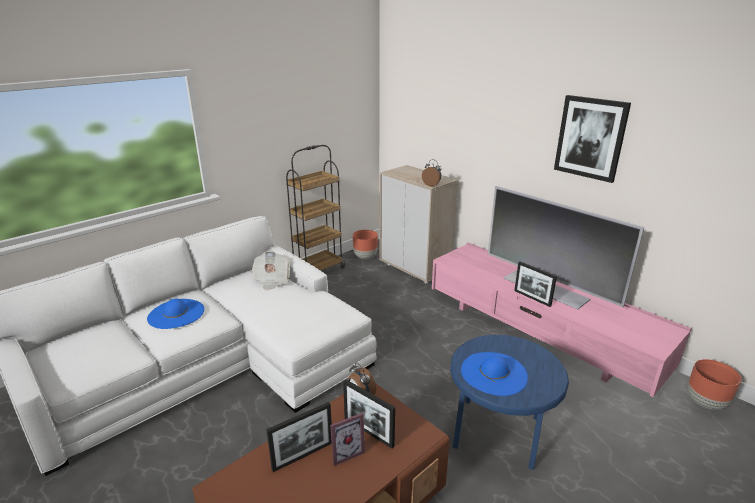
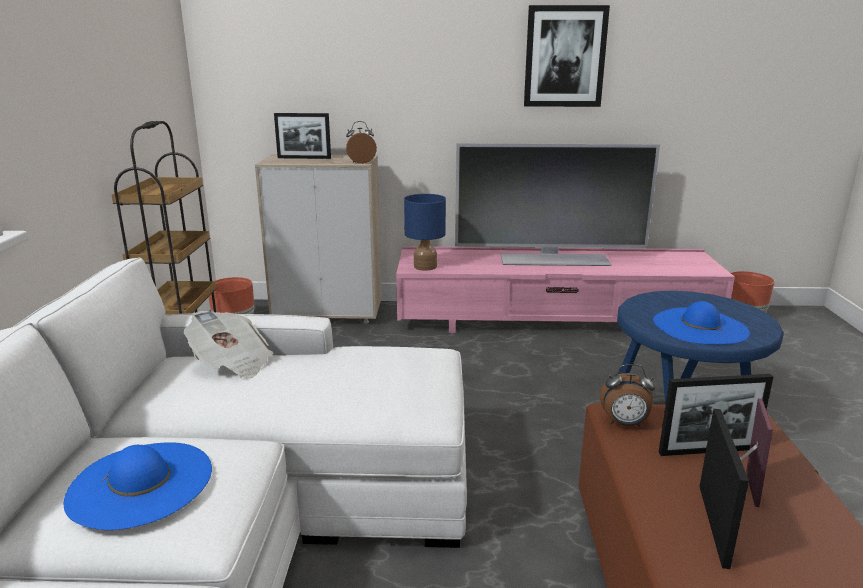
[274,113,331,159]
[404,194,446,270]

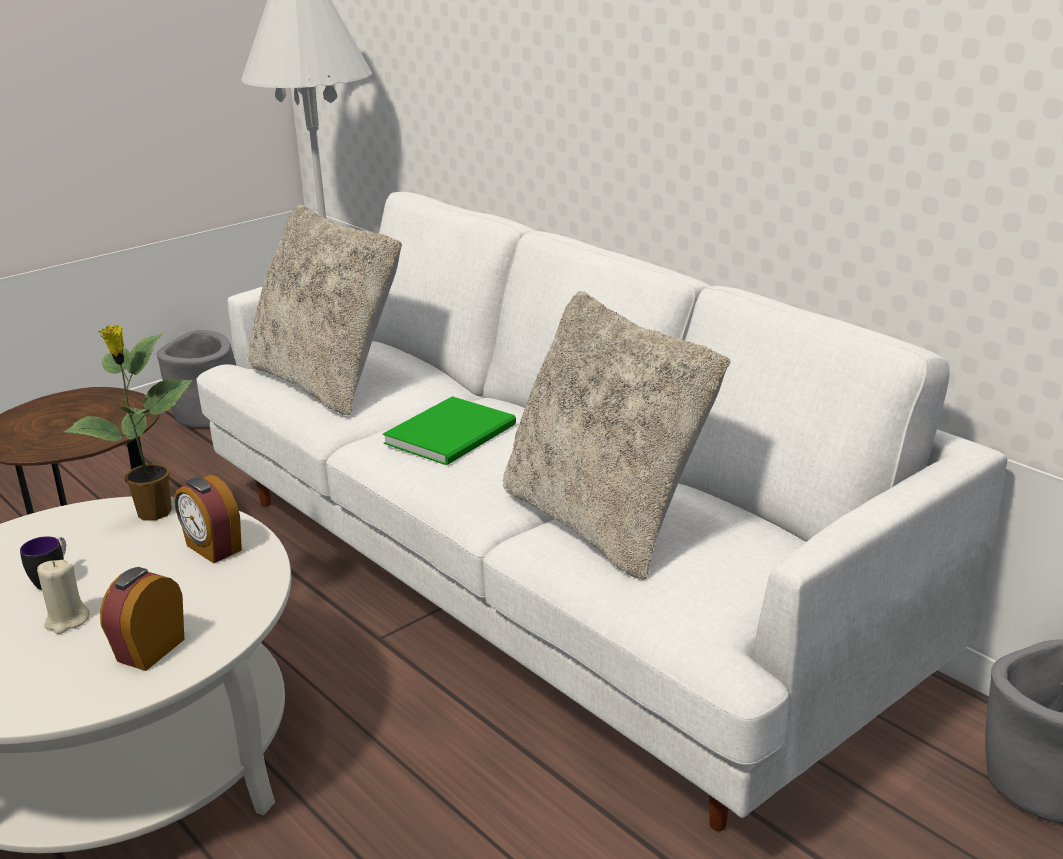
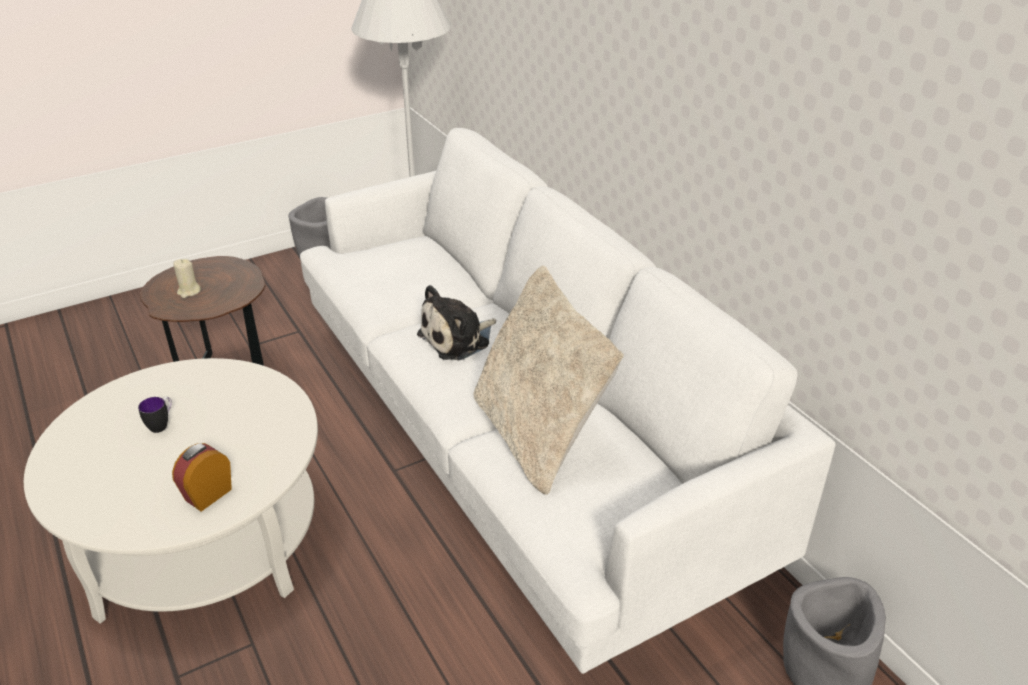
[173,259,201,298]
[417,285,496,360]
[64,325,193,520] (first image)
[174,475,242,563] (first image)
[247,205,402,415] (first image)

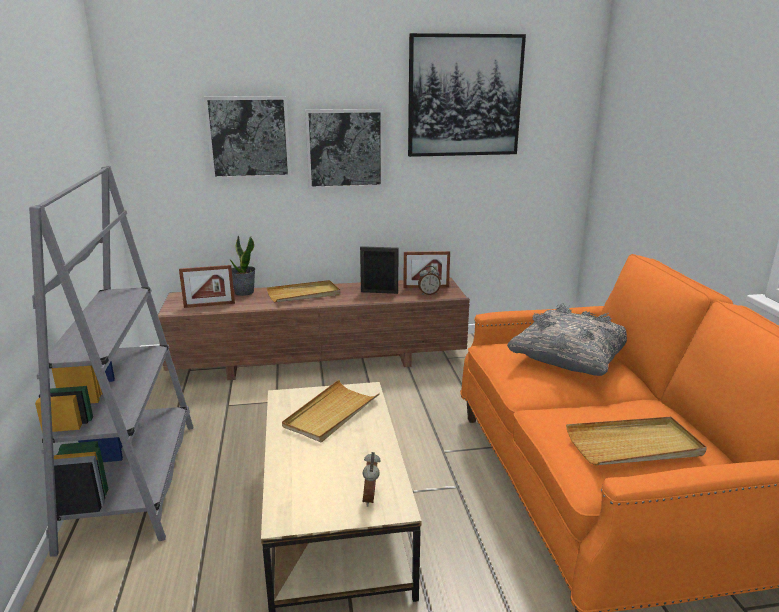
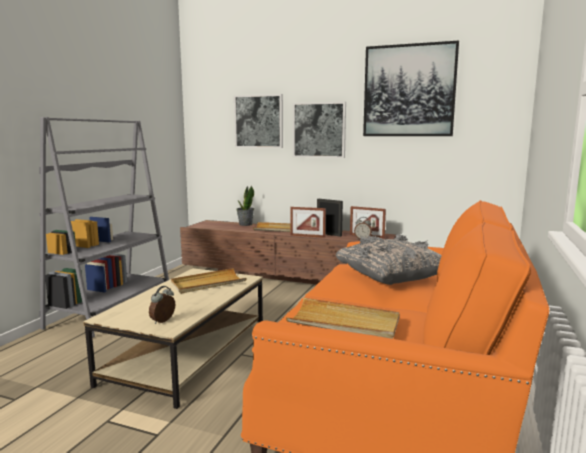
[290,207,326,238]

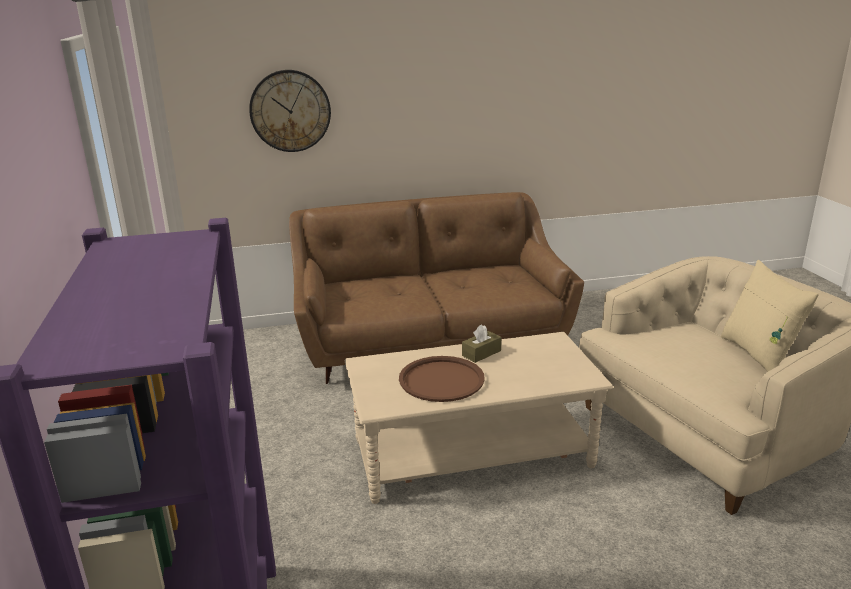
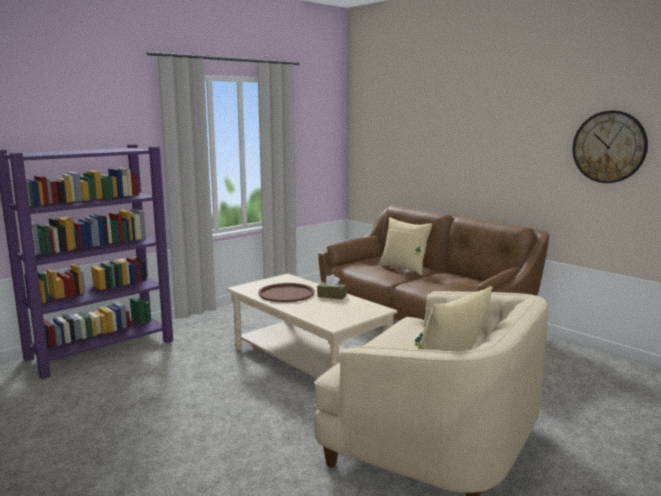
[379,217,432,276]
[572,110,648,183]

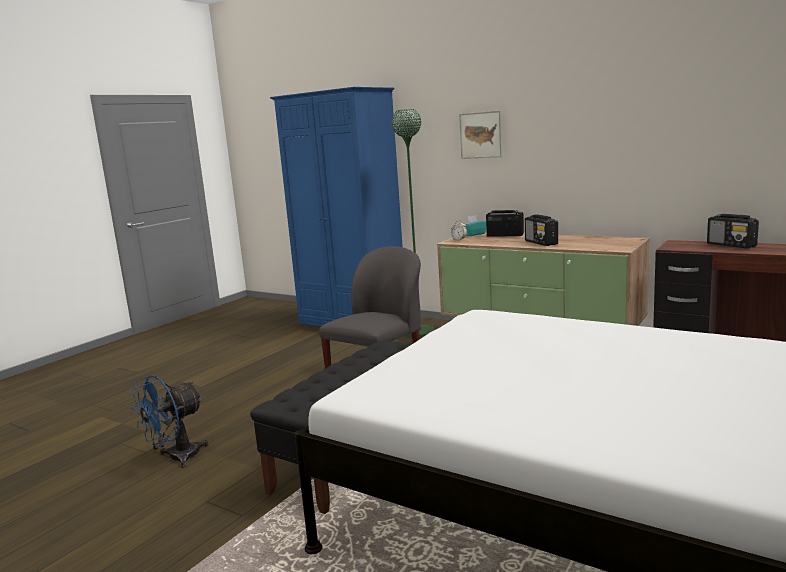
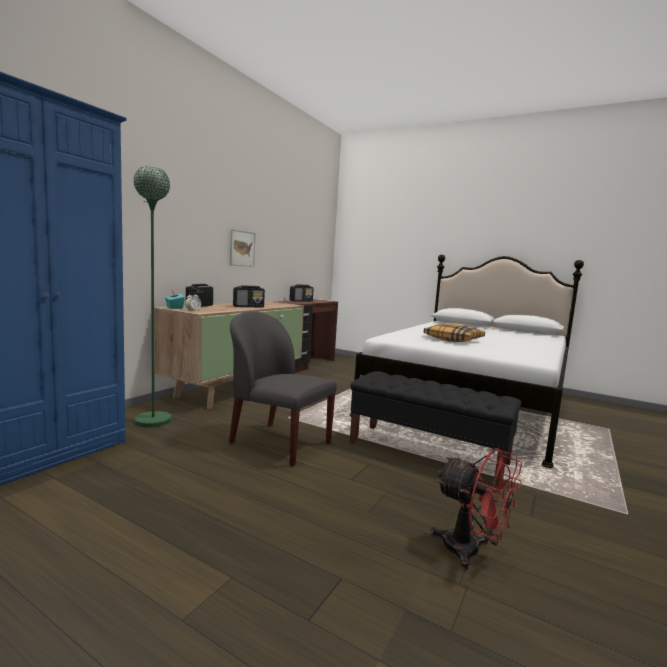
[230,229,255,267]
[424,323,485,342]
[431,448,522,570]

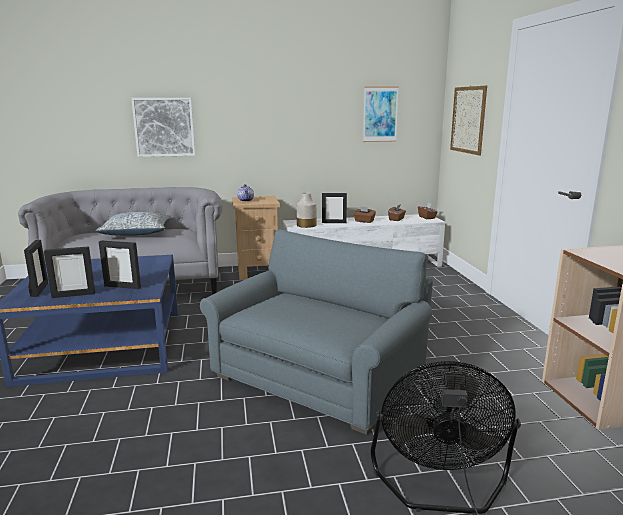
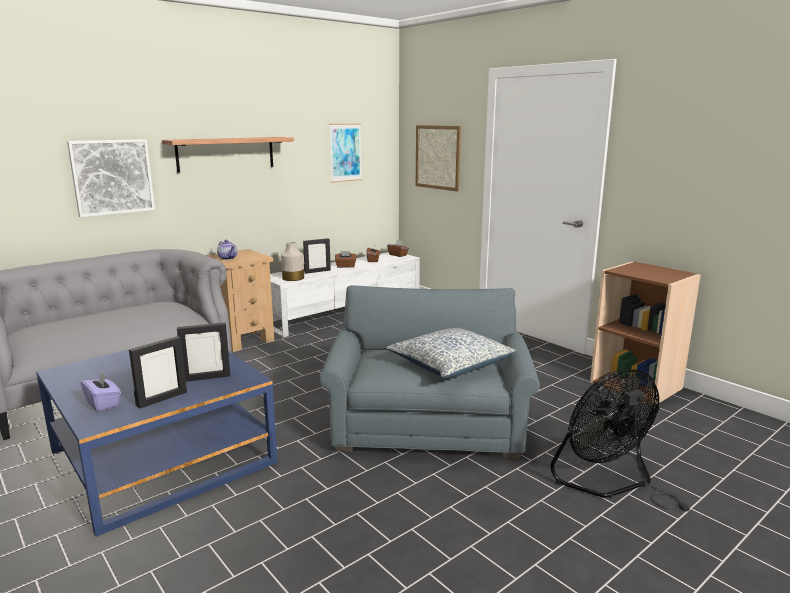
[81,372,121,412]
[162,137,294,173]
[387,328,517,379]

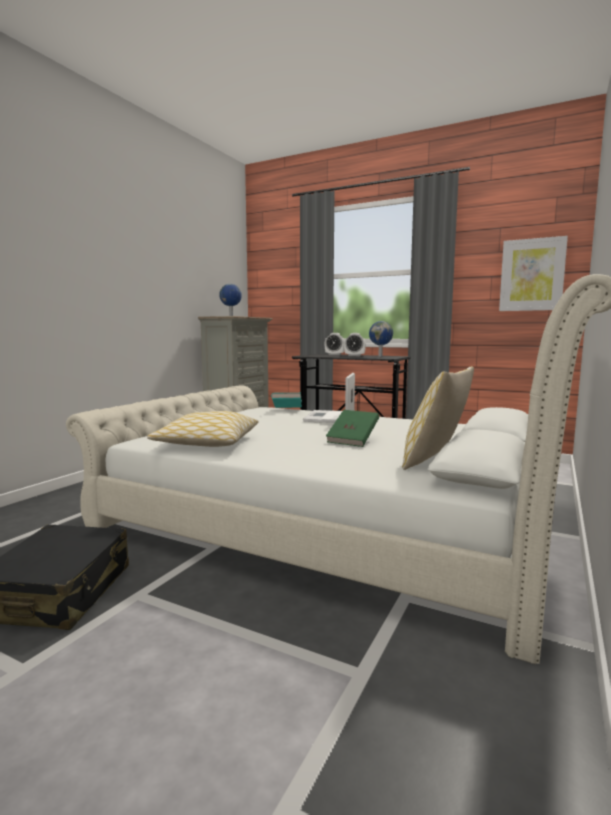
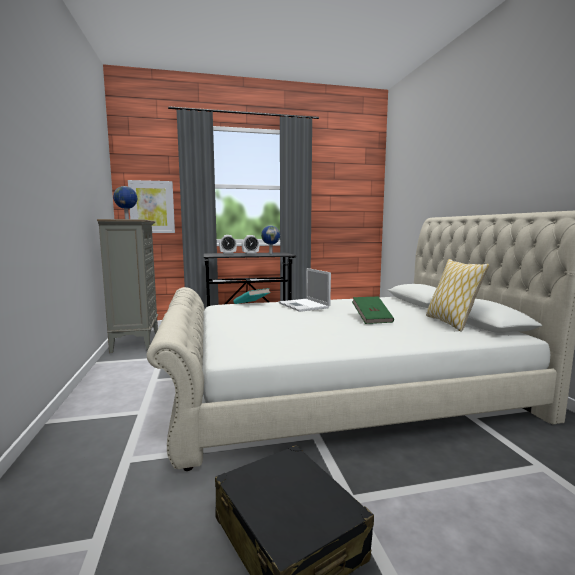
[128,180,175,233]
[147,411,259,447] (first image)

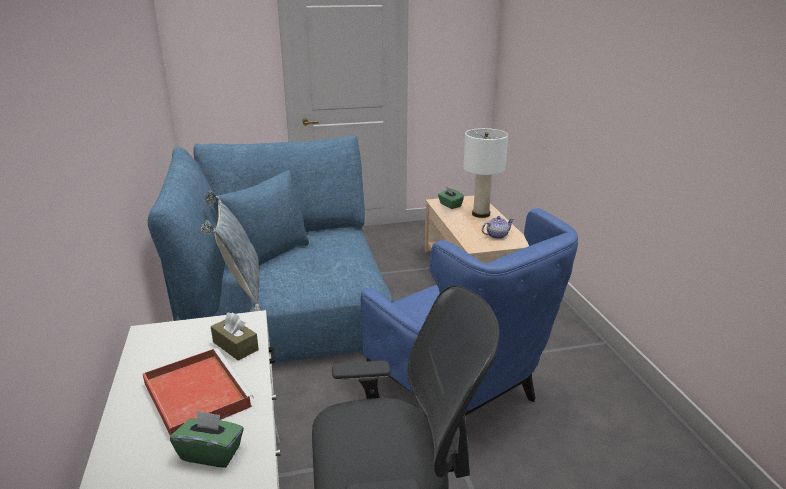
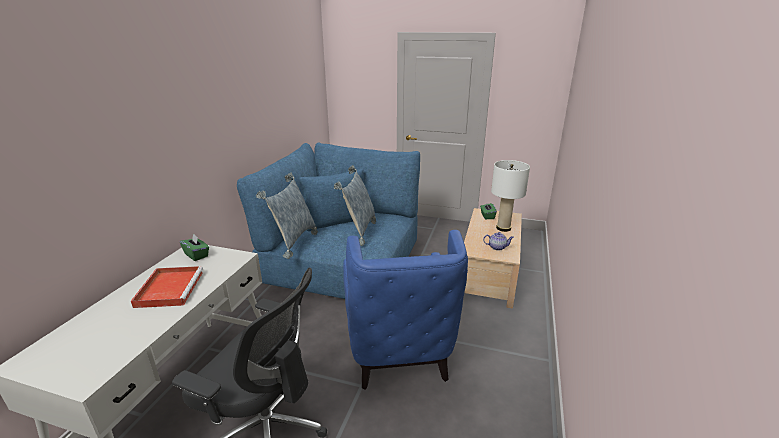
[180,234,209,261]
[334,165,376,246]
[211,312,259,361] (first image)

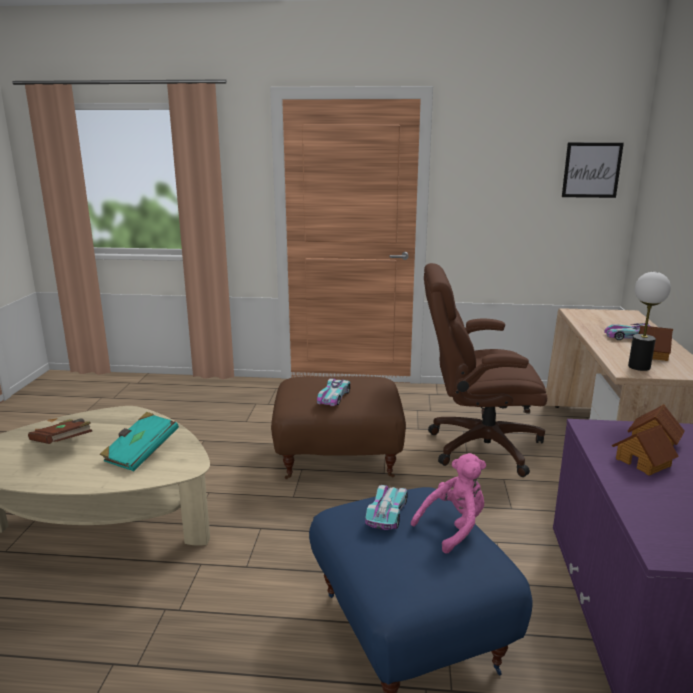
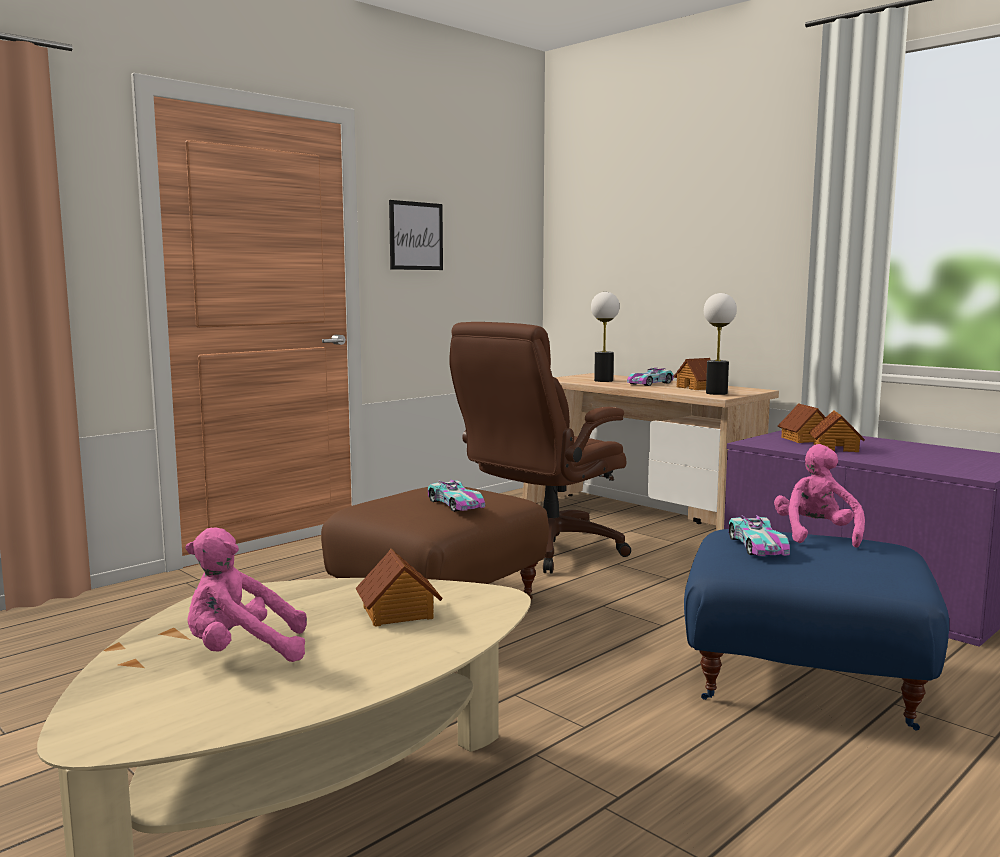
[186,527,307,662]
[355,549,443,627]
[389,200,443,270]
[591,292,620,382]
[729,515,790,556]

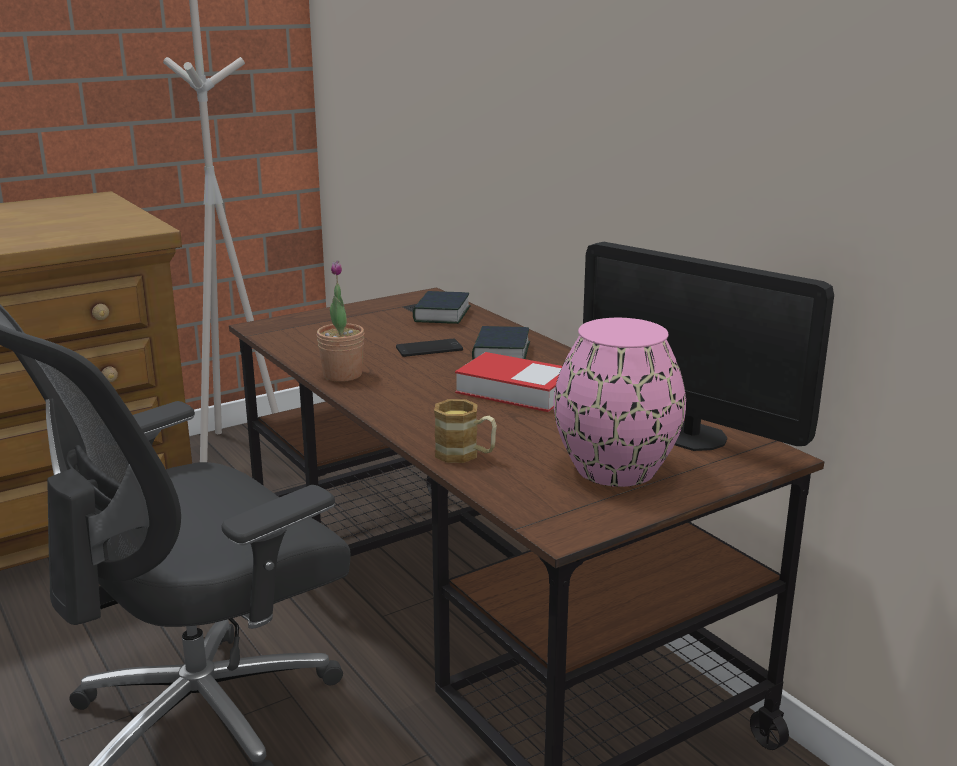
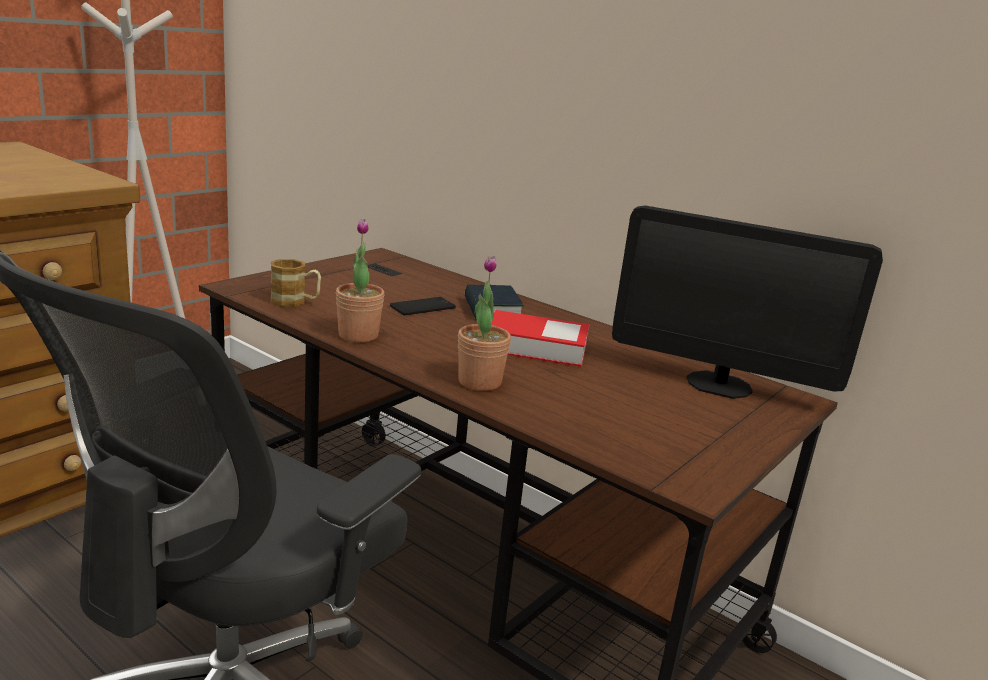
[271,259,321,307]
[458,256,511,391]
[413,291,471,324] (first image)
[554,318,686,487] (first image)

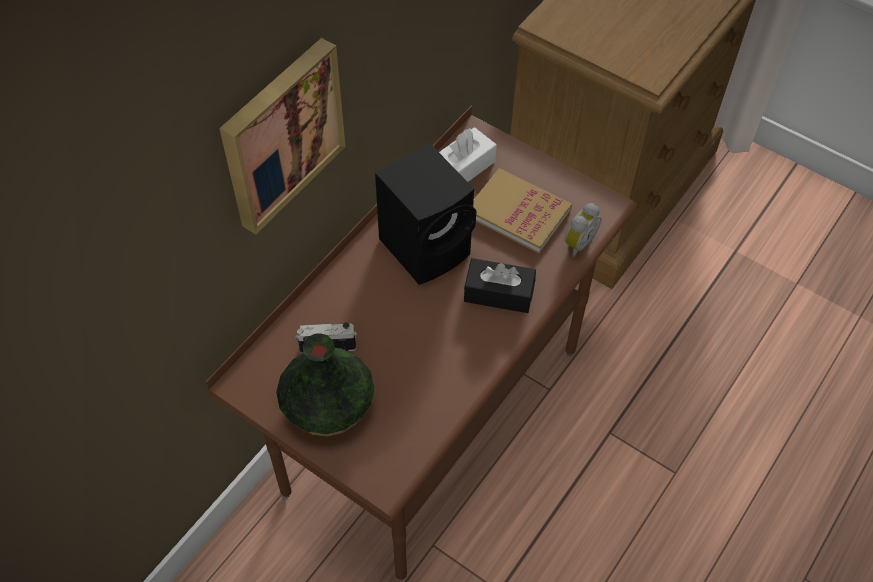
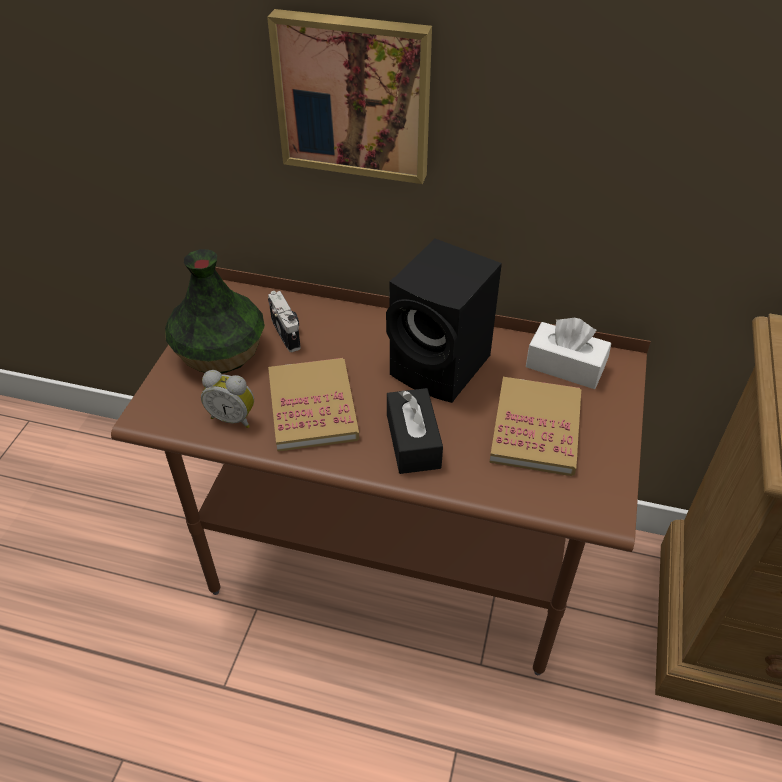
[201,370,254,428]
[268,358,359,452]

